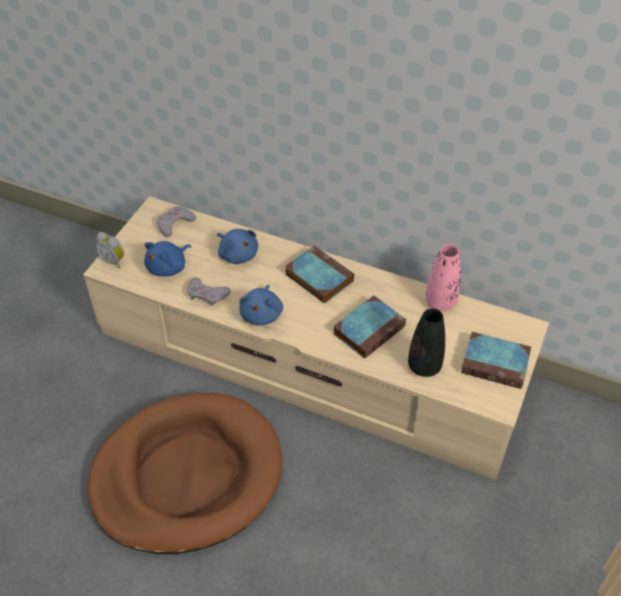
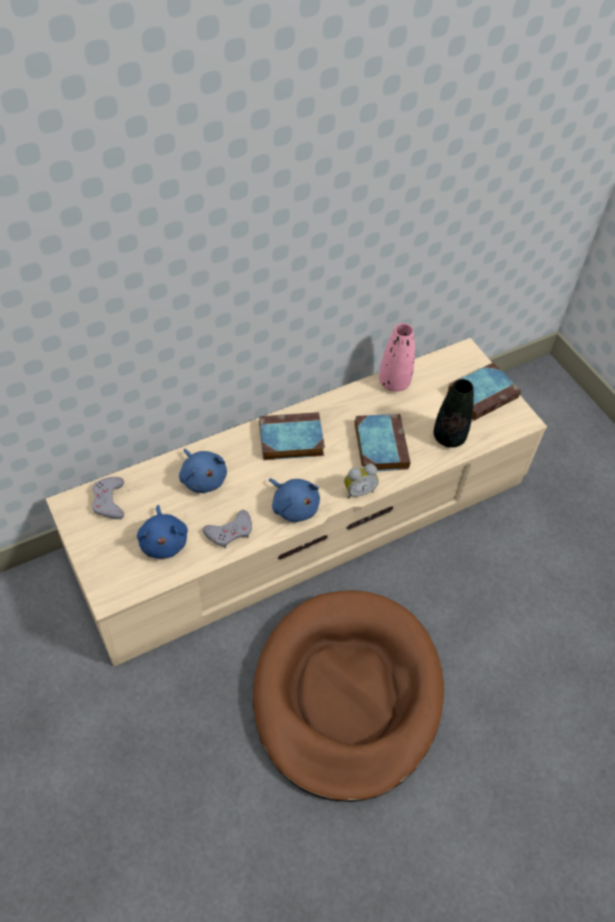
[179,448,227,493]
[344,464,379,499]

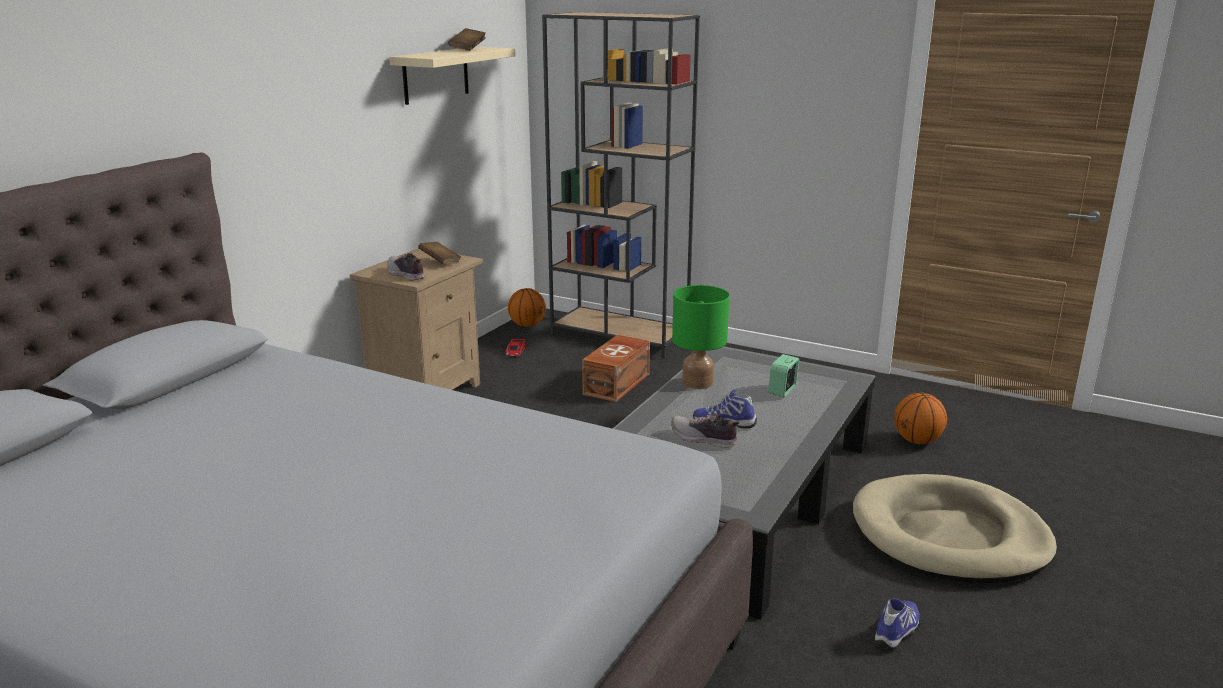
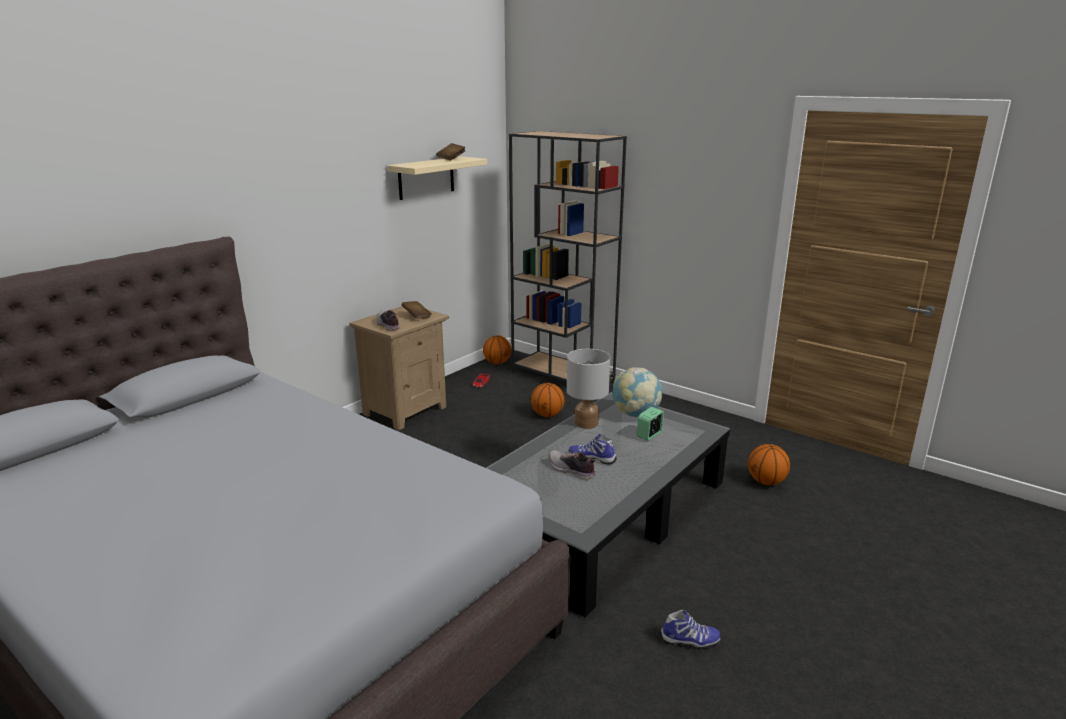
[531,383,565,417]
[567,349,610,429]
[612,367,662,417]
[660,610,721,649]
[853,474,1057,583] (first image)

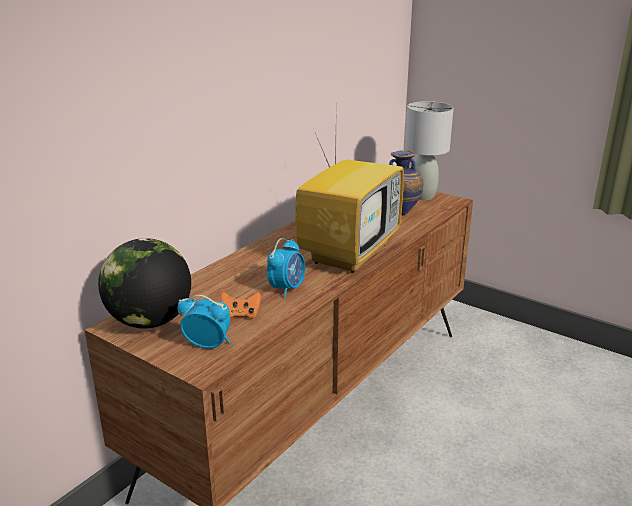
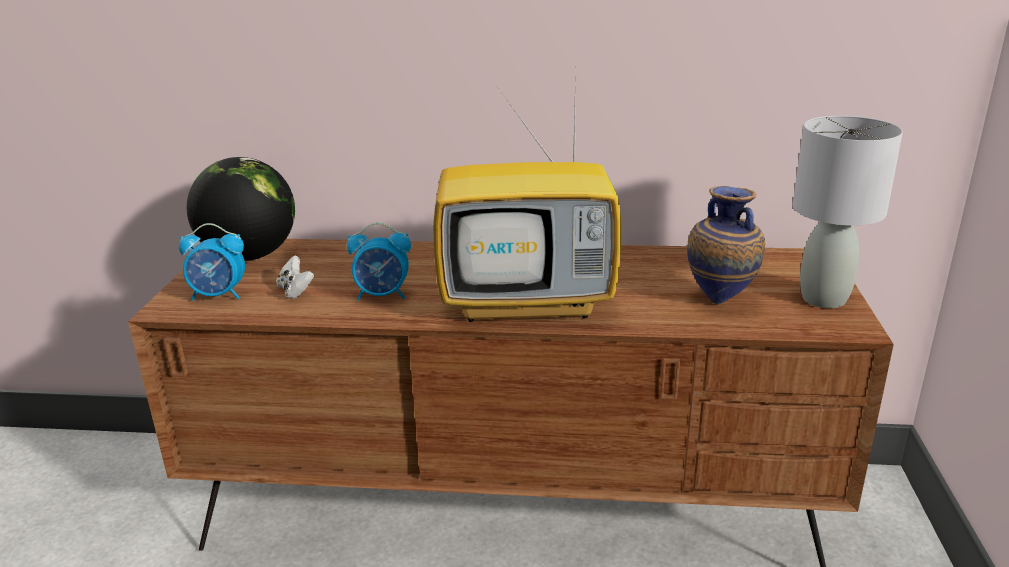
[179,223,245,301]
[276,255,314,299]

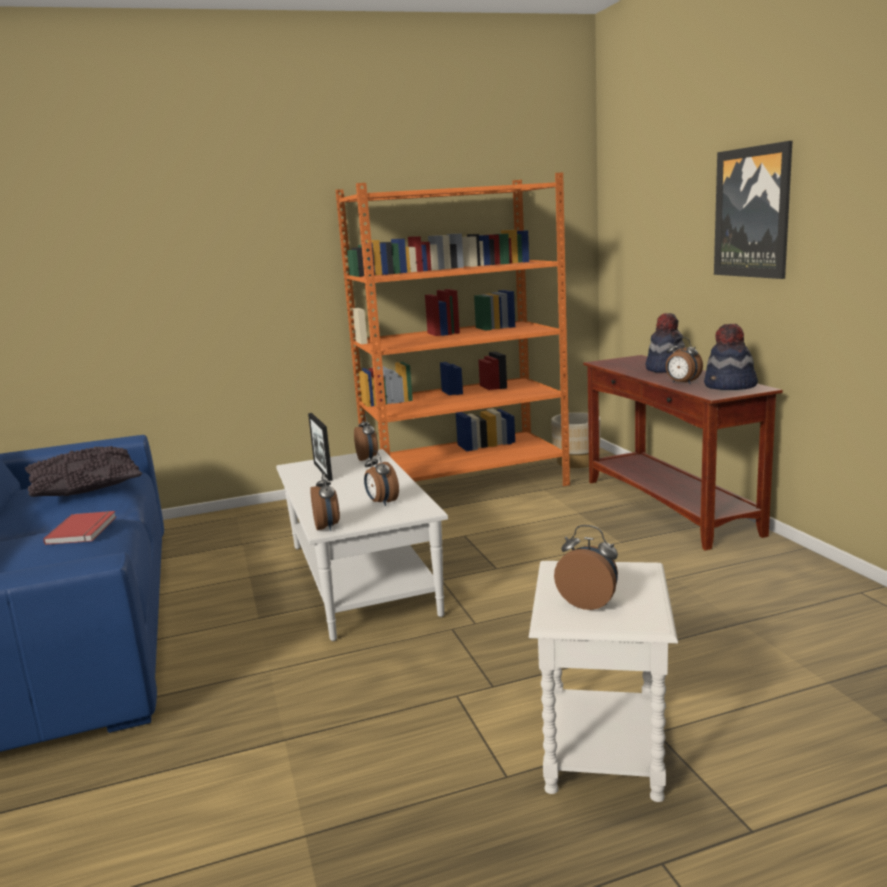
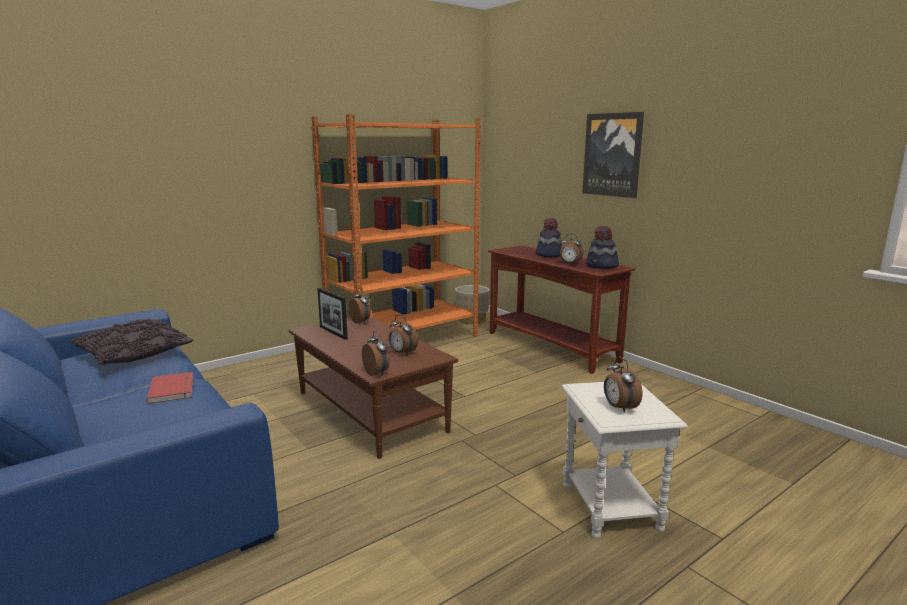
[289,317,458,459]
[604,357,642,413]

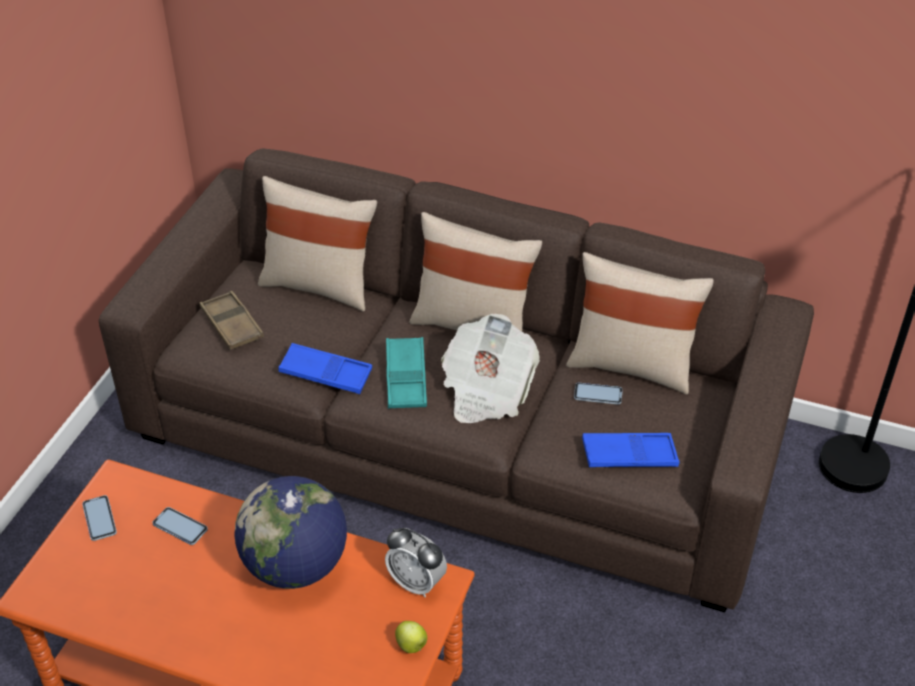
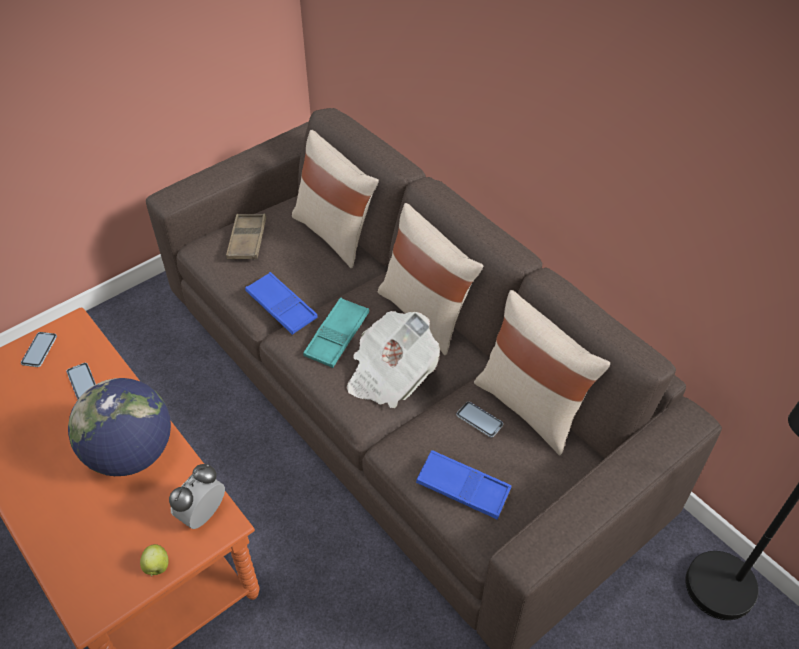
[169,464,225,529]

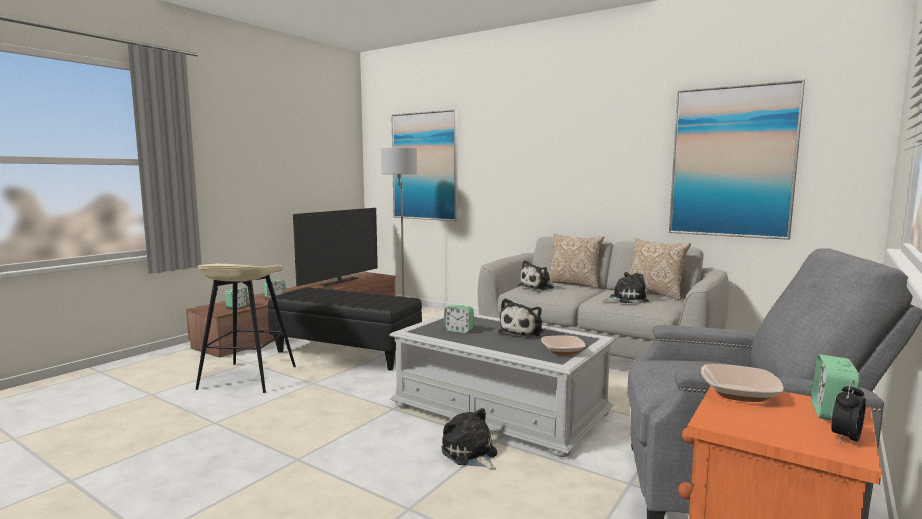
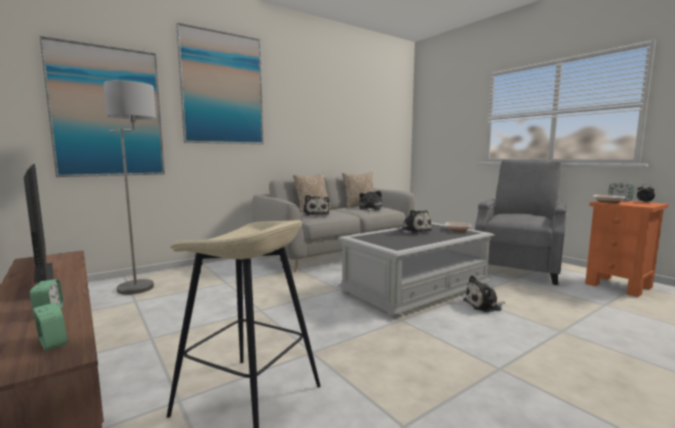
[176,22,264,144]
[268,287,422,371] (first image)
[444,305,474,333] (first image)

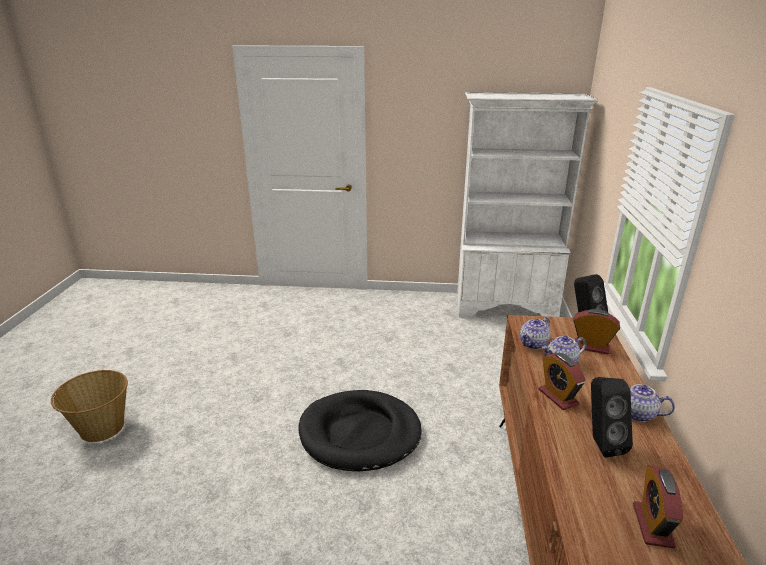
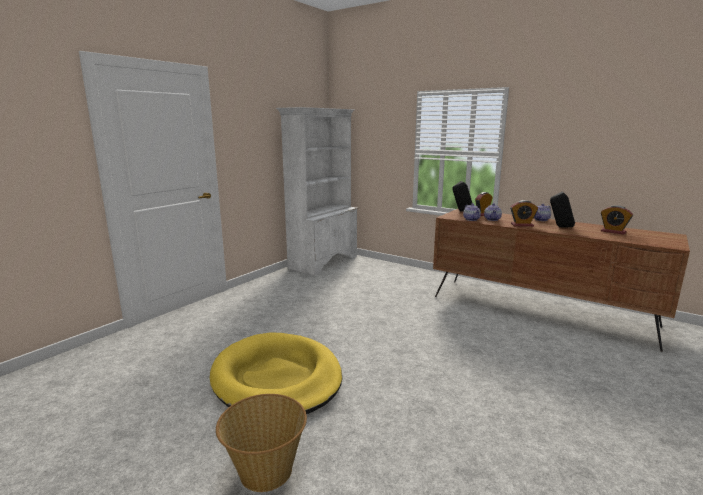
[210,332,342,414]
[299,390,422,471] (first image)

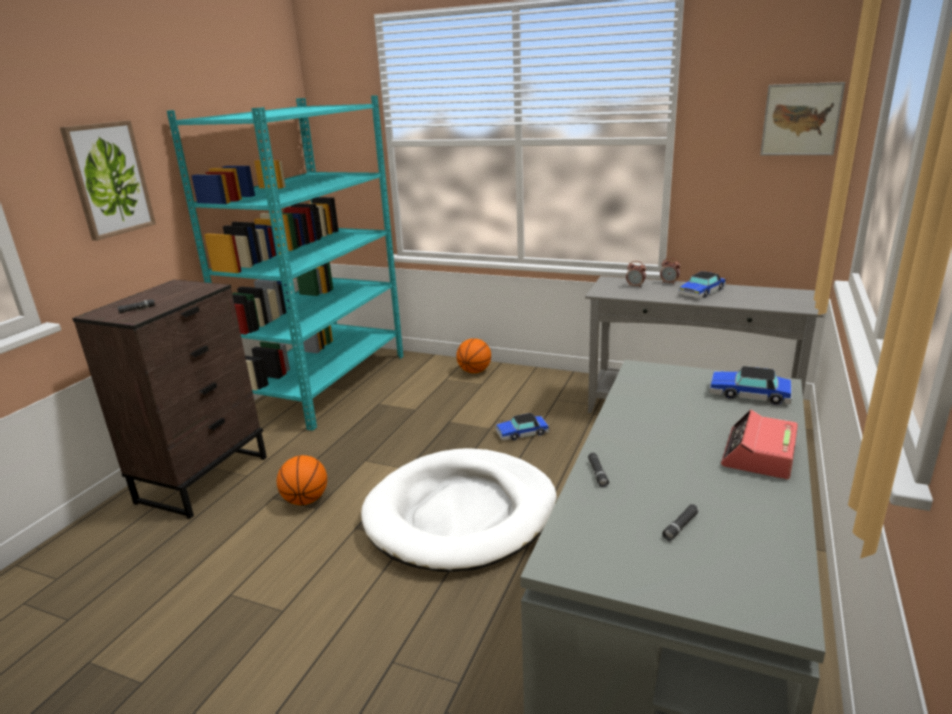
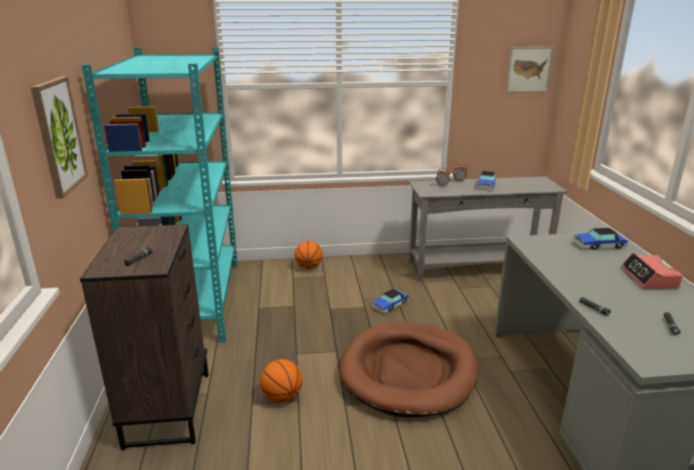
[340,321,478,417]

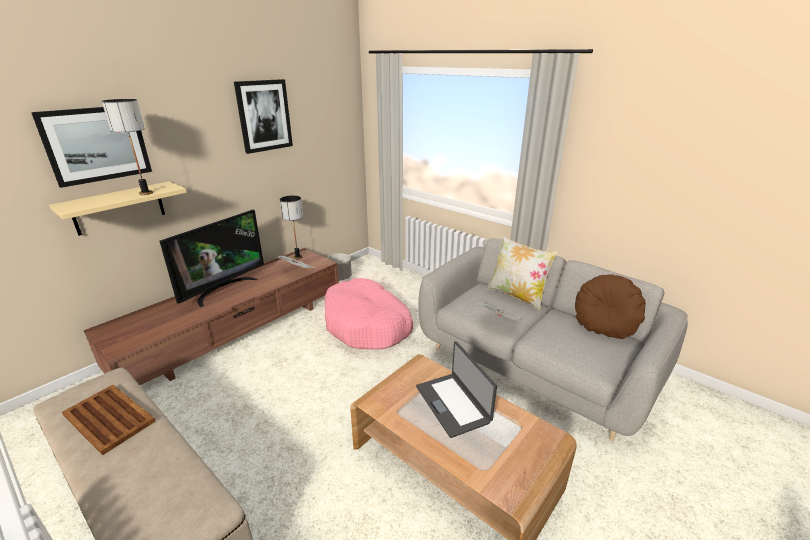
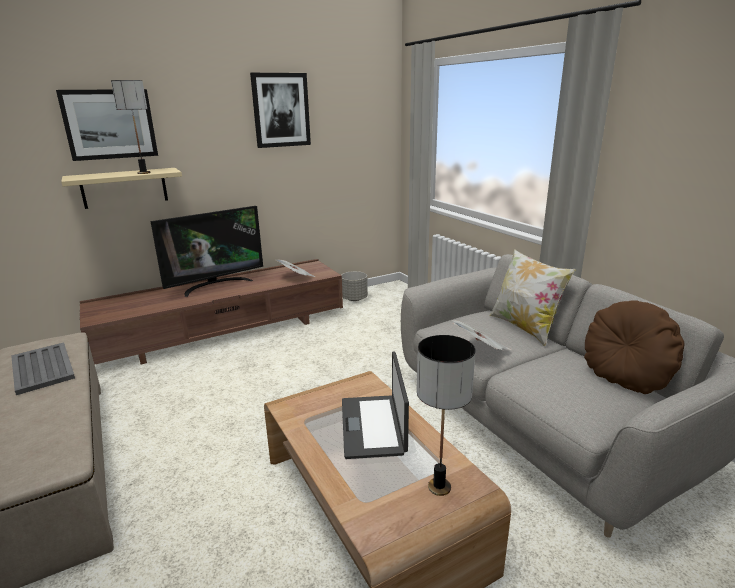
[11,342,75,395]
[417,335,476,496]
[325,278,413,350] (first image)

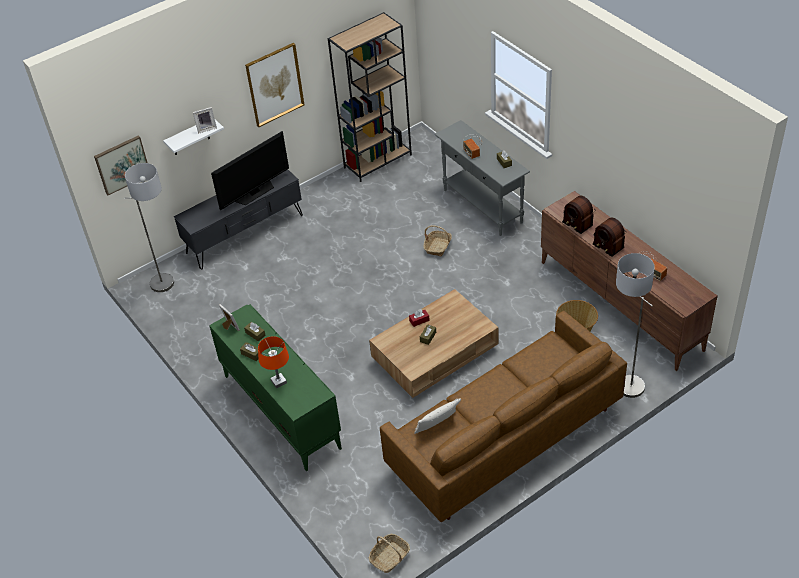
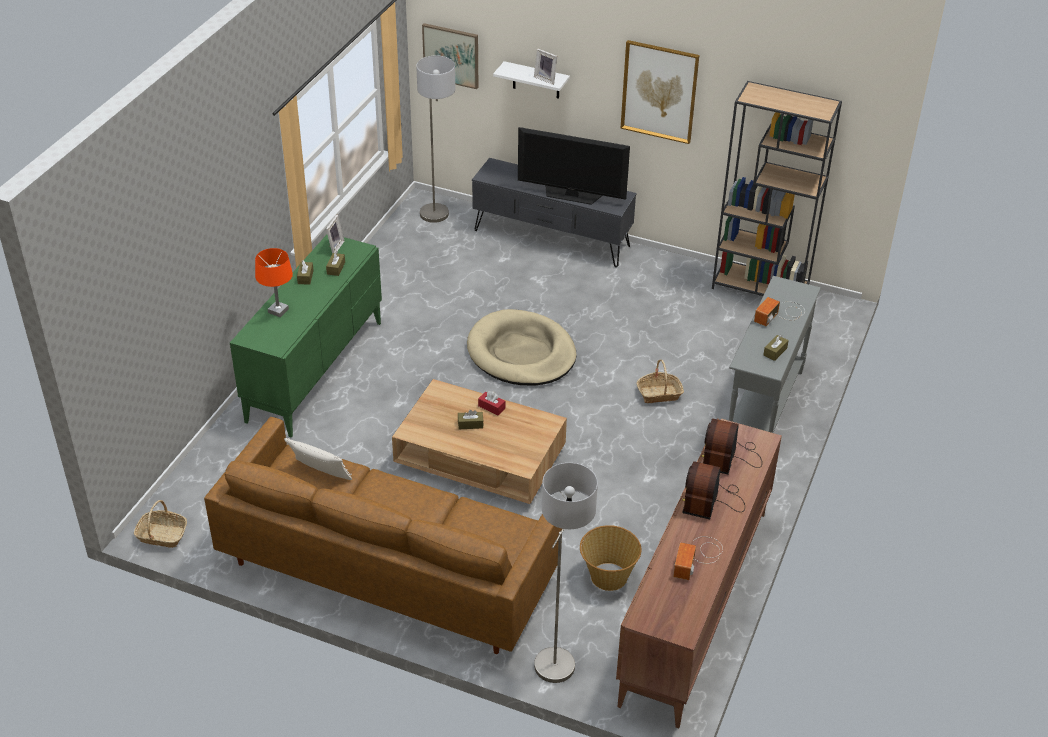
[467,309,576,385]

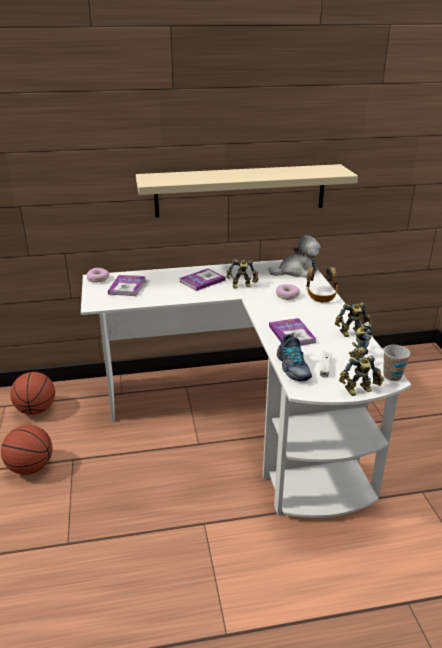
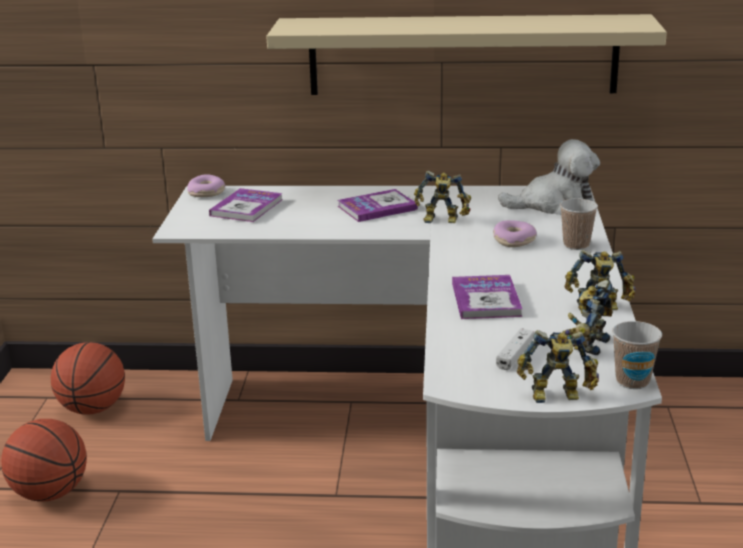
[560,198,598,250]
[277,334,312,381] (first image)

